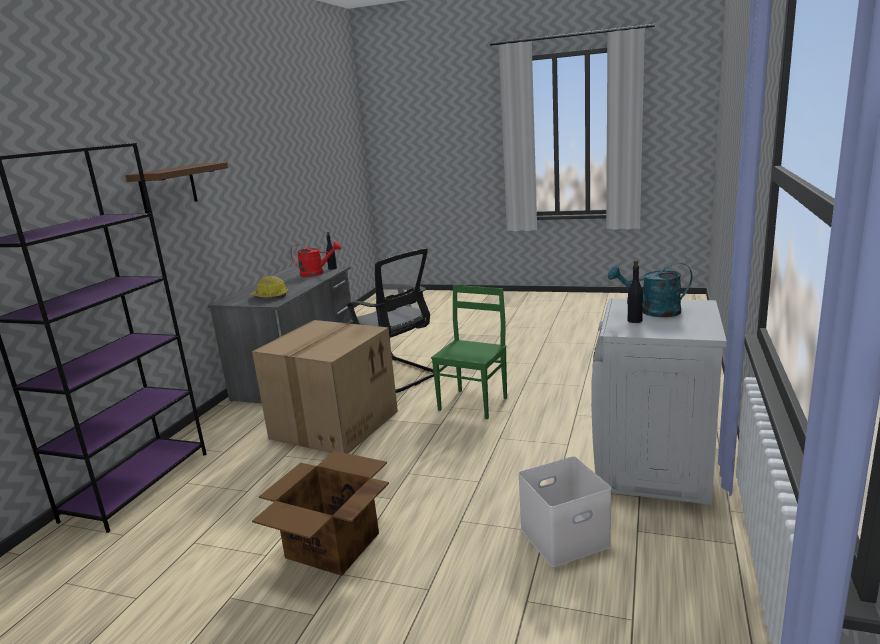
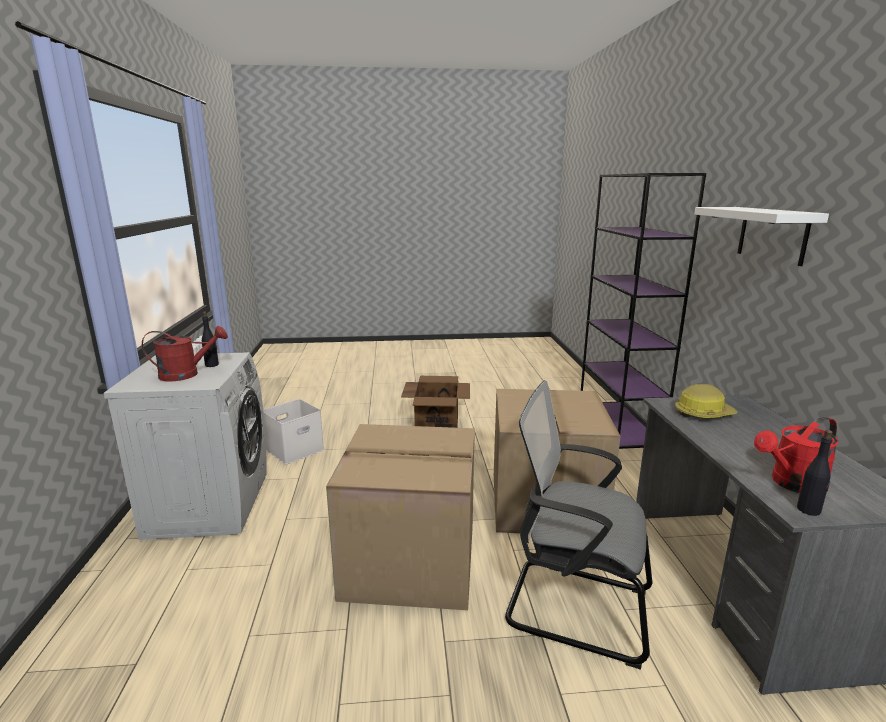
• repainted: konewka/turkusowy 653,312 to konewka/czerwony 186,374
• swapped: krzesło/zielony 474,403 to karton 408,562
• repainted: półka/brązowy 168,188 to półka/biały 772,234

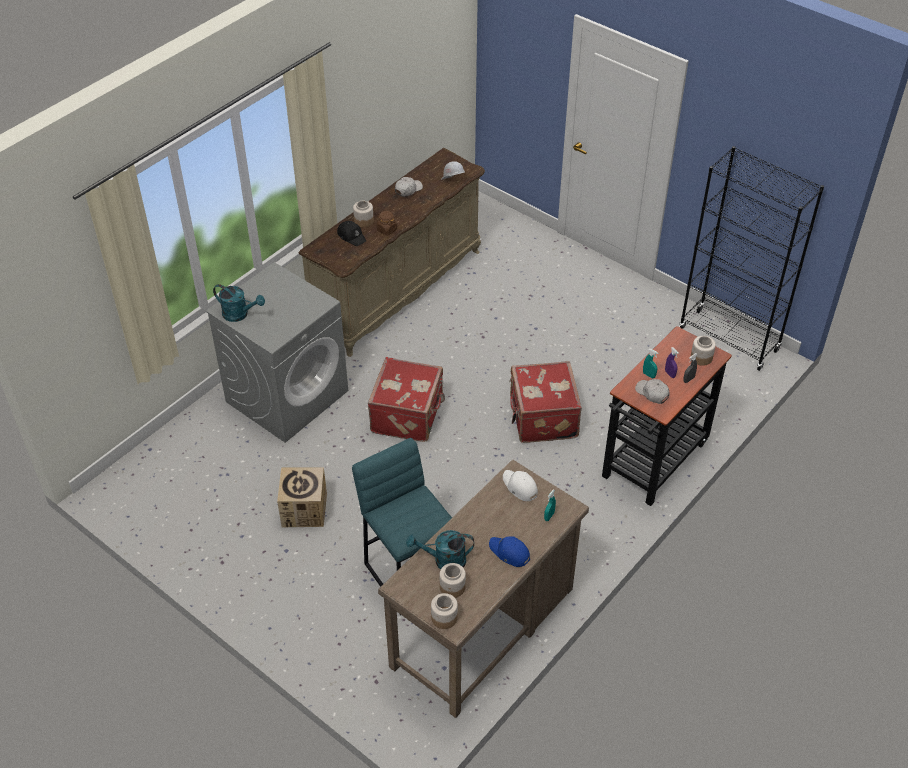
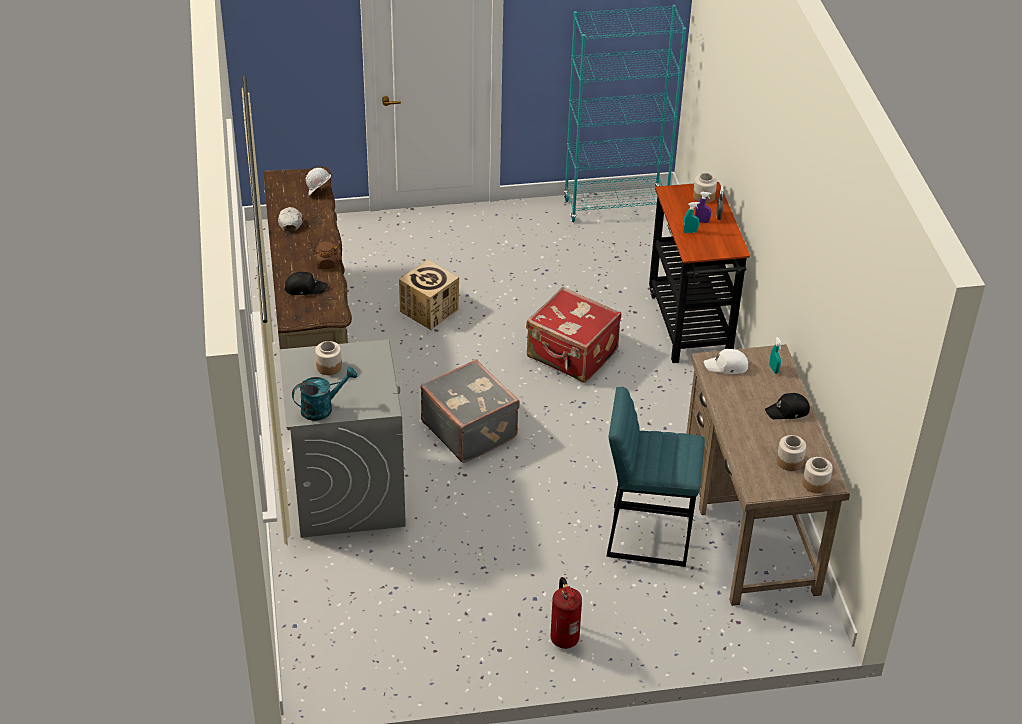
• shifted: słoik 363,221 to 329,366
• shifted: karton 304,510 to 429,310
• repainted: walizka/czerwony 408,415 to walizka/szary 470,429
• new: gaśnica 564,637
• repainted: regał/czarny 729,340 to regał/turkusowy 615,207
• repainted: czapka z daszkiem/niebieski 509,553 to czapka z daszkiem/czarny 788,411
• gone: konewka/turkusowy 444,561
• gone: czapka z daszkiem/biały 652,393

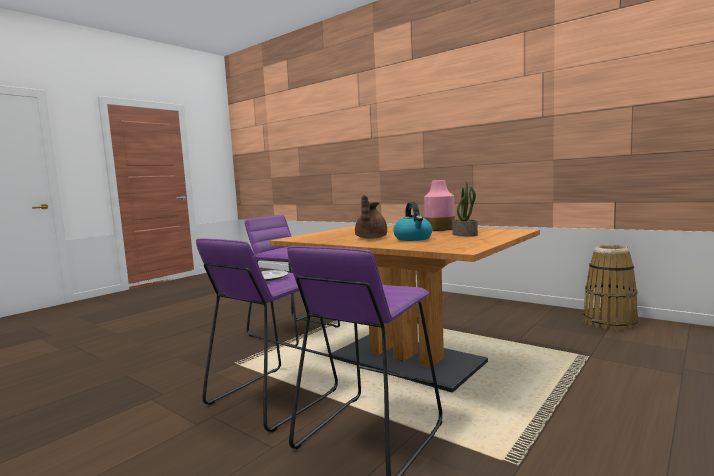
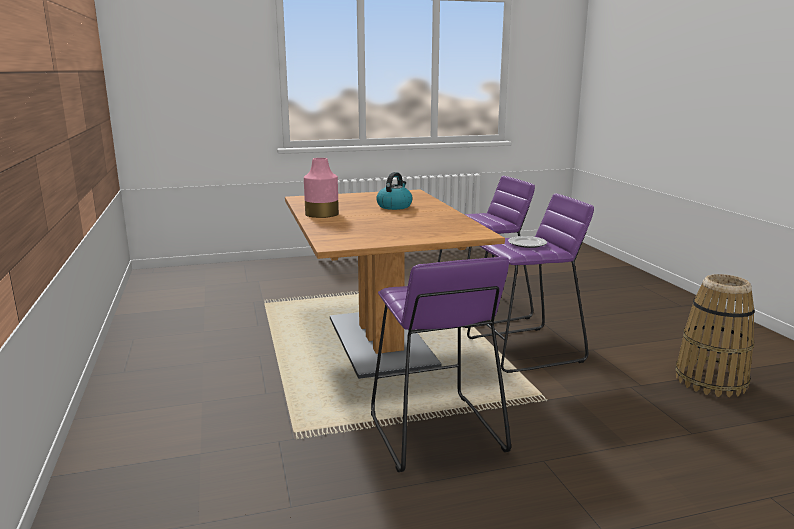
• shifted: koszyk 609,322 to 711,380
• gone: imbryk/brązowy 370,238
• gone: roślina doniczkowa 465,234

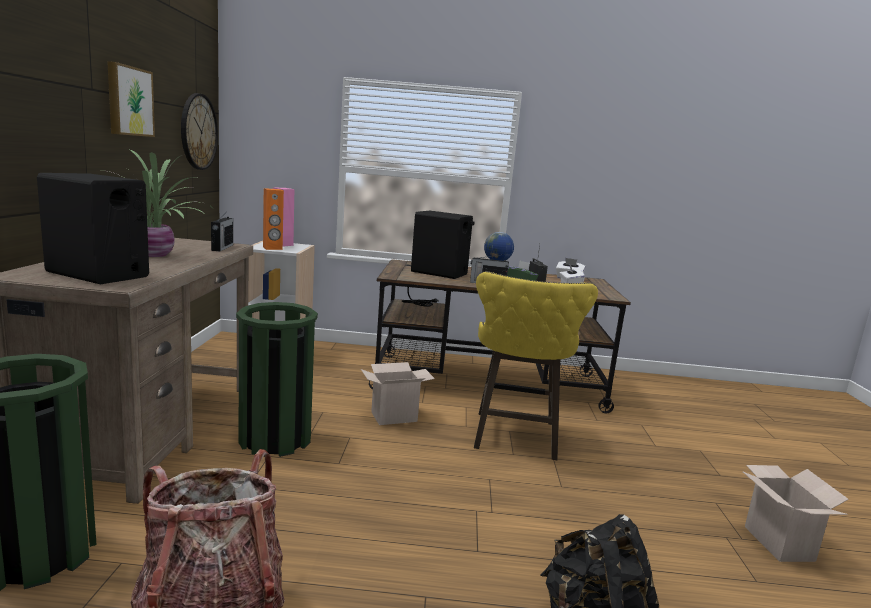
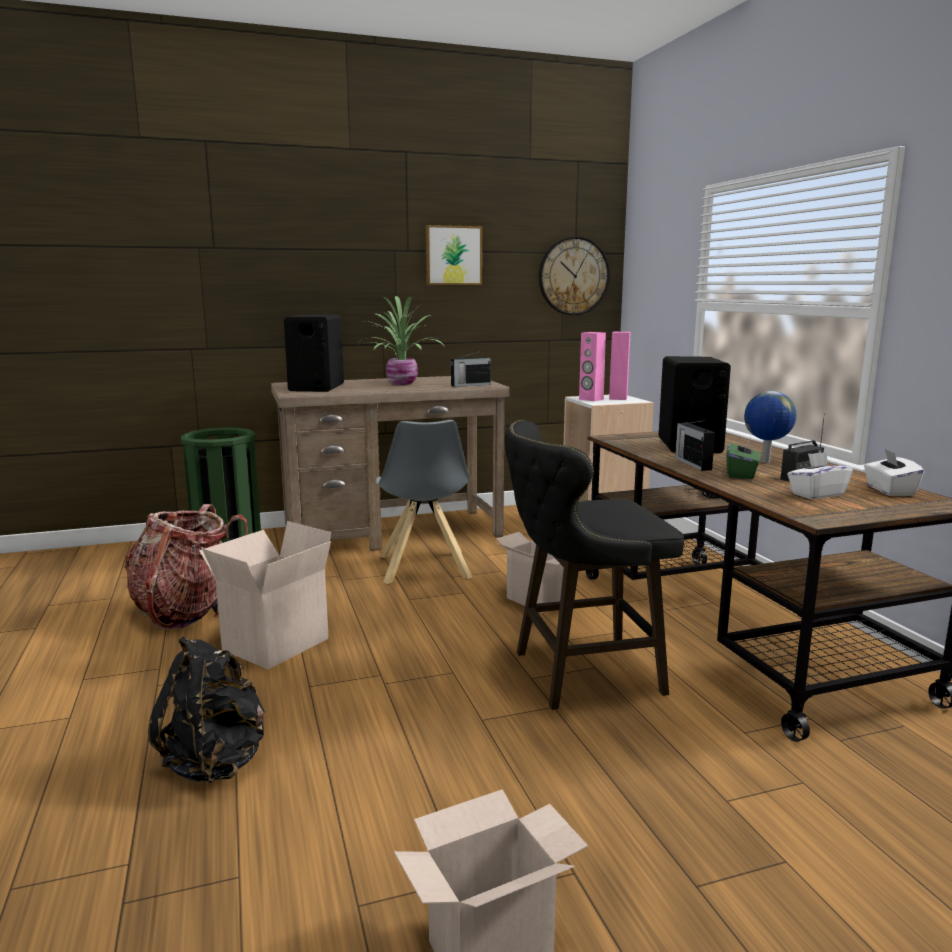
• new: karton 275,643
• swapped: kosz na śmieci/zielony 275,439 to krzesło/szary 424,568
• repainted: stołek/żółty 515,437 to stołek/czarny 580,673
• repainted: głośnik/pomarańczowy 272,248 to głośnik/różowy 591,399

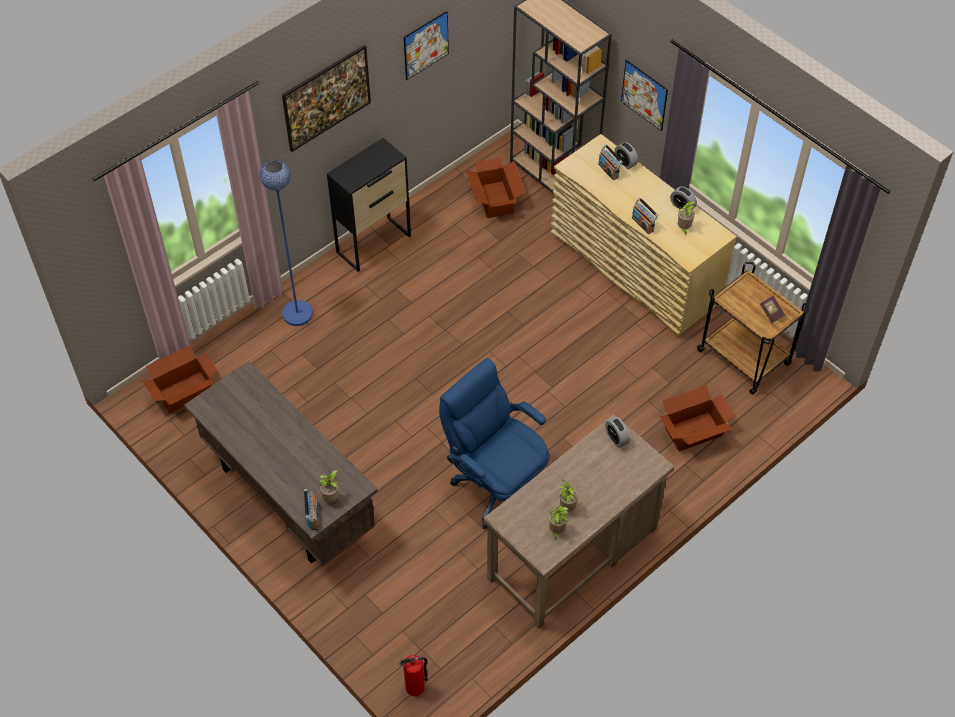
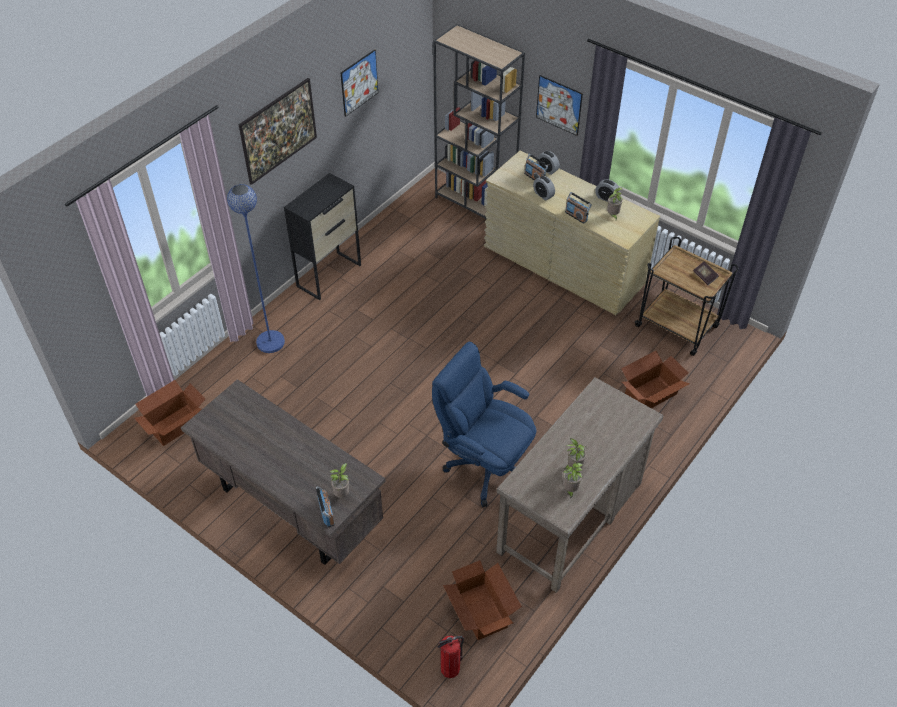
• shifted: karton 494,200 to 480,612
• shifted: budzik 616,438 to 543,195

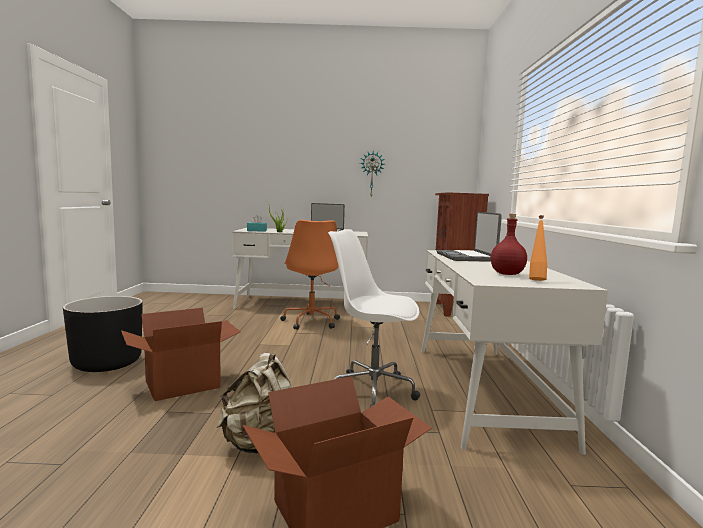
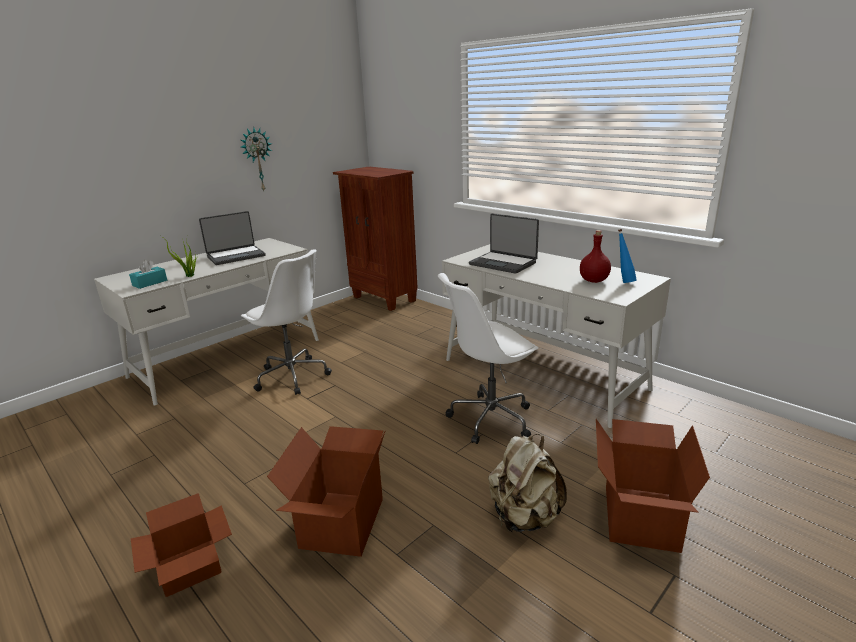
• swapped: donica/czarny 107,363 to karton 189,568
• repainted: krzesło biurowe/pomarańczowy 311,322 to krzesło biurowe/biały 294,377
• repainted: butelka/pomarańczowy 536,280 to butelka/niebieski 623,281

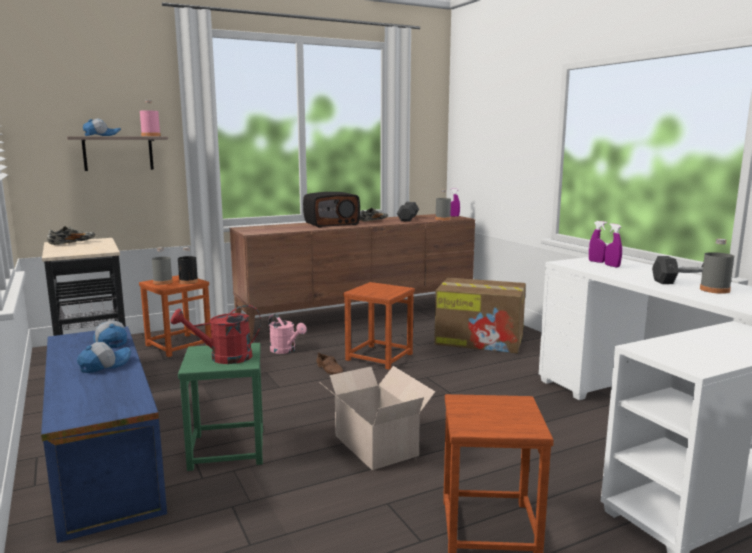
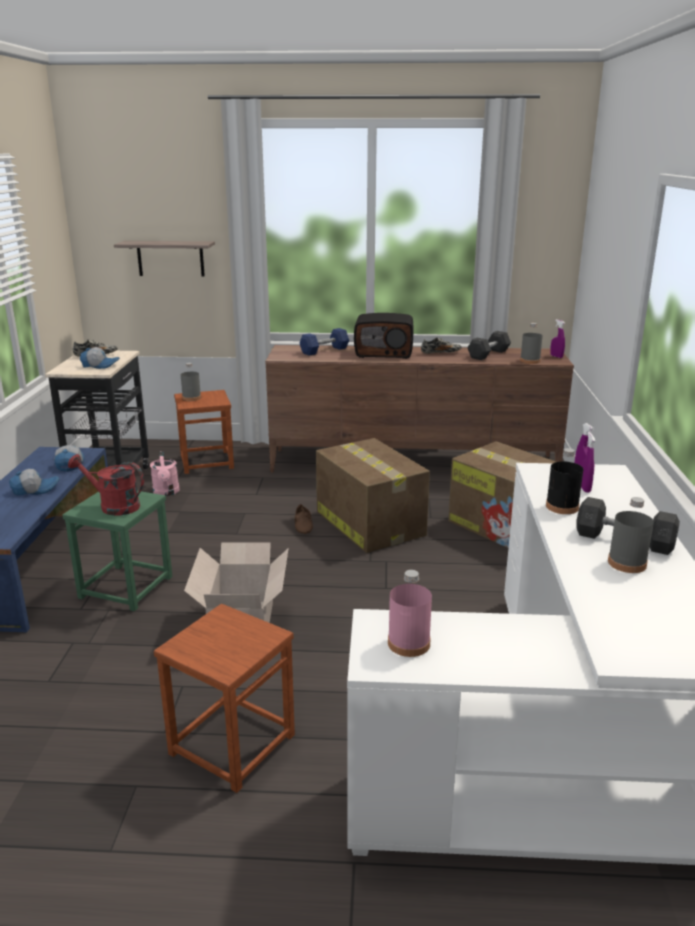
• shifted: czapka z daszkiem 102,136 to 100,365
• shifted: konewka/różowy 286,350 to 166,492
• new: hantel/niebieski 324,350
• swapped: stołek/brązowy 378,357 to karton 369,522
• shifted: butelka/różowy 151,136 to 408,643
• shifted: butelka/czarny 188,282 to 562,507

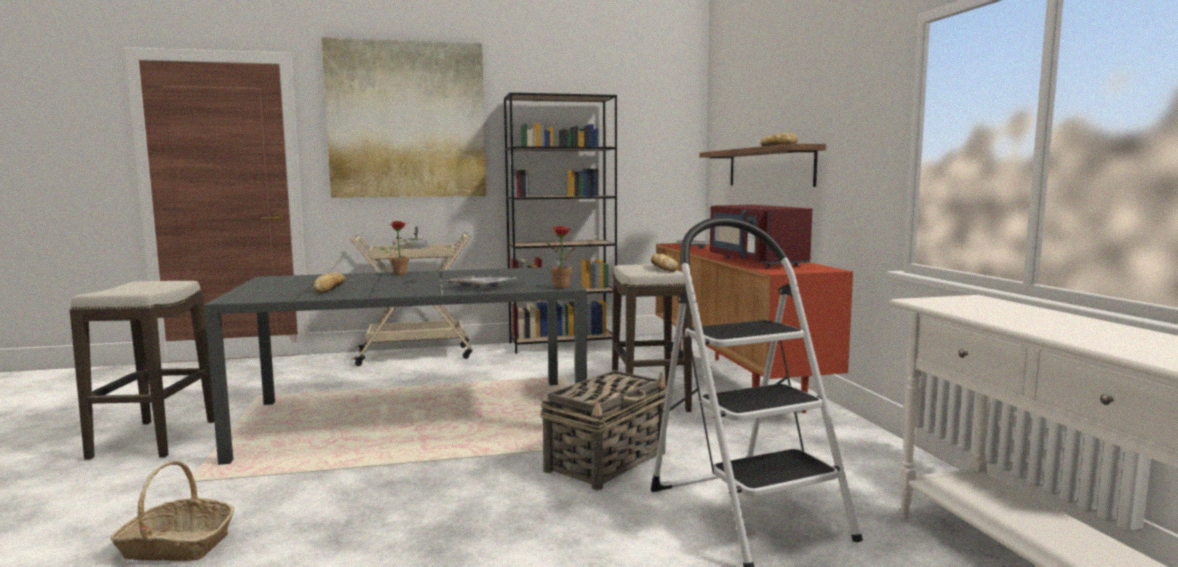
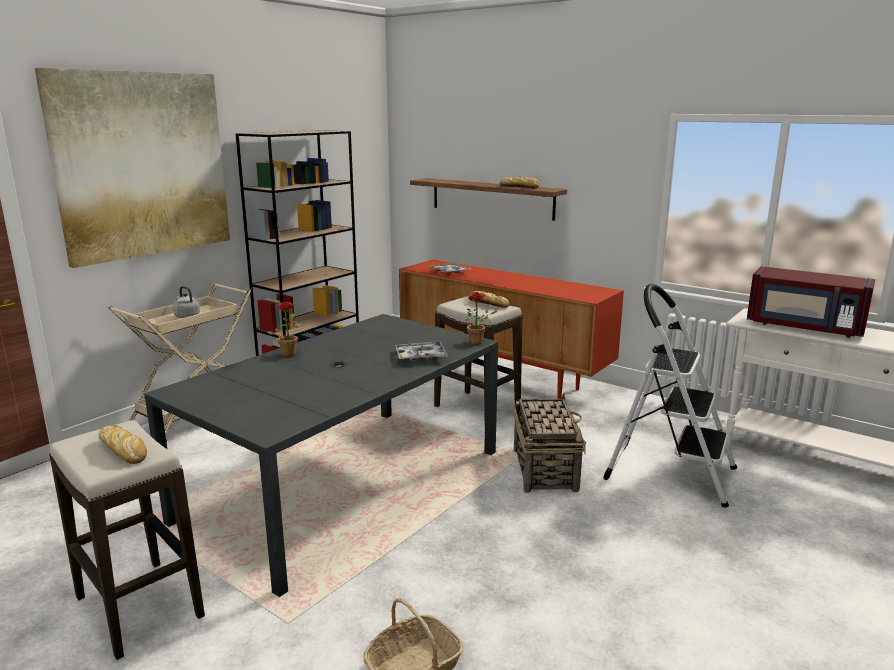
• shifted: chleb 330,289 to 124,450
• shifted: mikrofalówka/czerwony 755,261 to 804,327

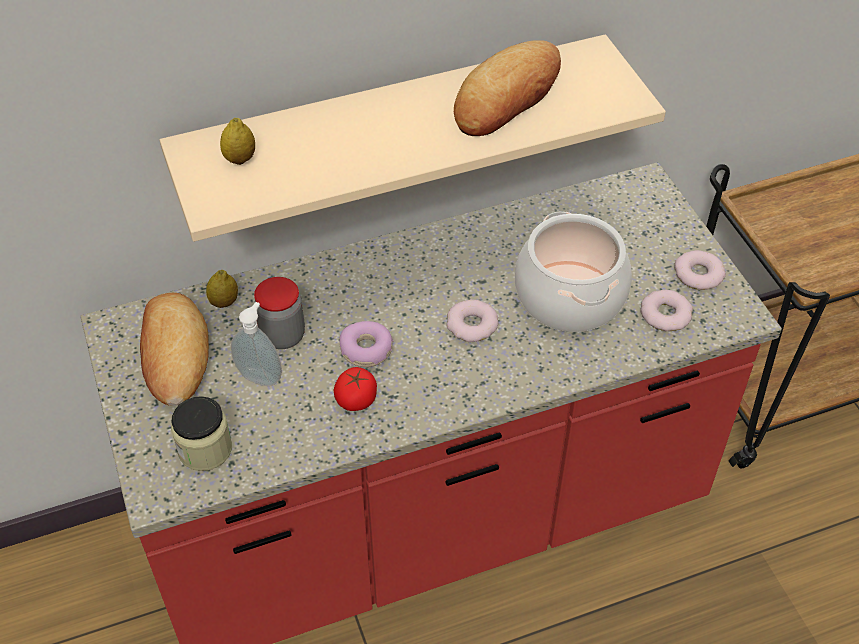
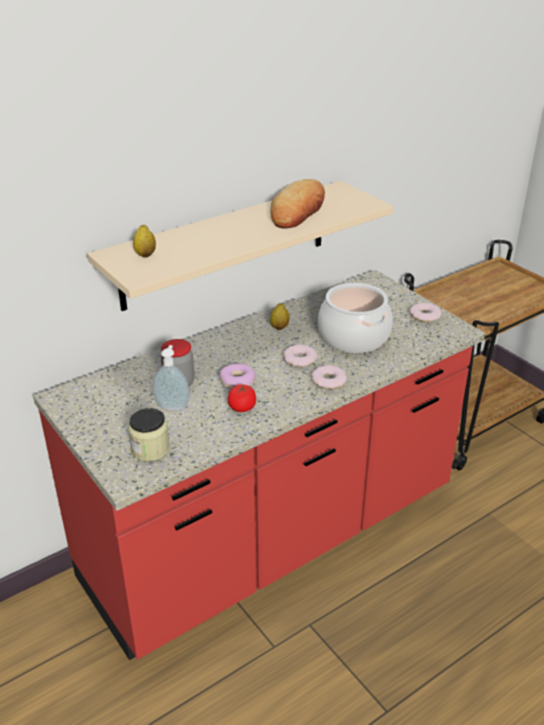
• shifted: cytryna 224,302 to 279,327
• shifted: donut 665,314 to 328,380
• gone: chleb 174,354

